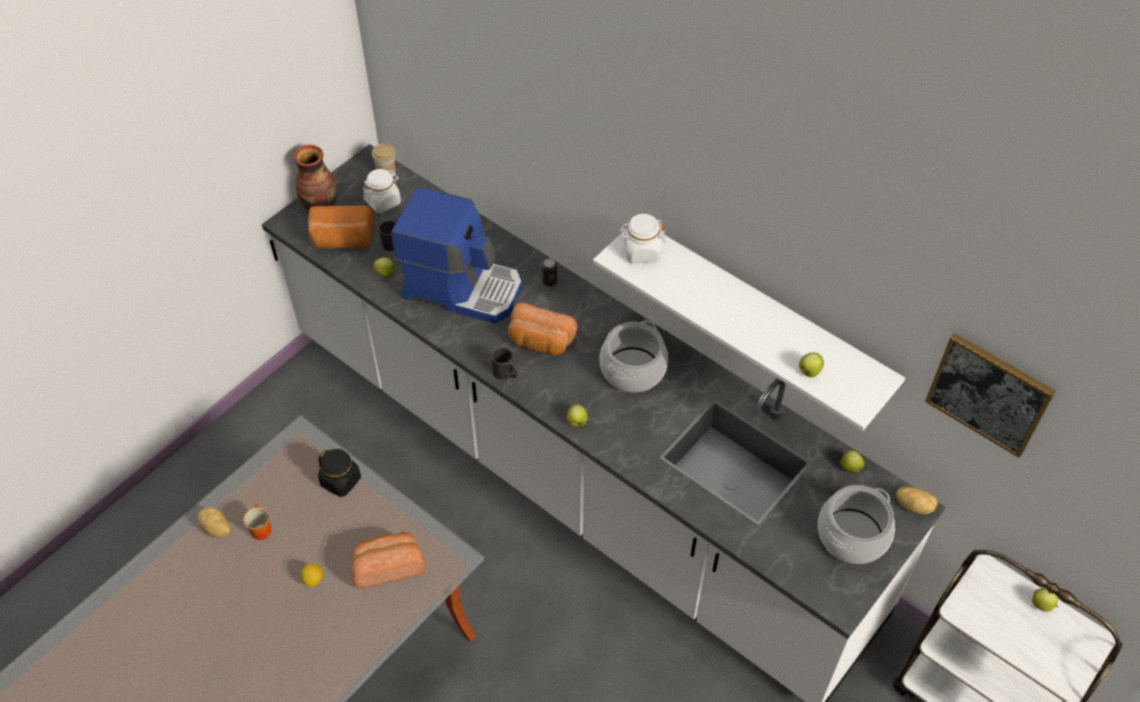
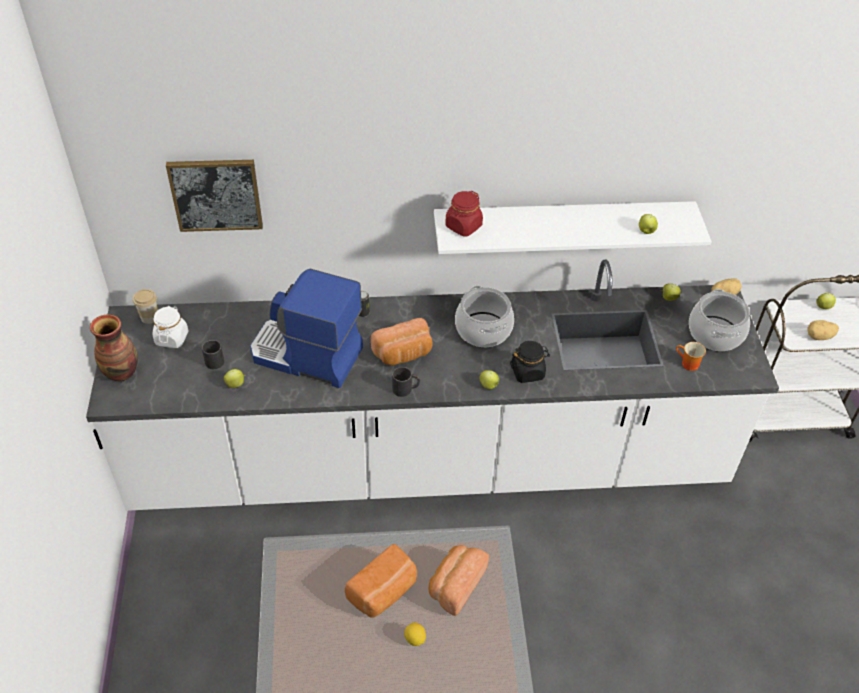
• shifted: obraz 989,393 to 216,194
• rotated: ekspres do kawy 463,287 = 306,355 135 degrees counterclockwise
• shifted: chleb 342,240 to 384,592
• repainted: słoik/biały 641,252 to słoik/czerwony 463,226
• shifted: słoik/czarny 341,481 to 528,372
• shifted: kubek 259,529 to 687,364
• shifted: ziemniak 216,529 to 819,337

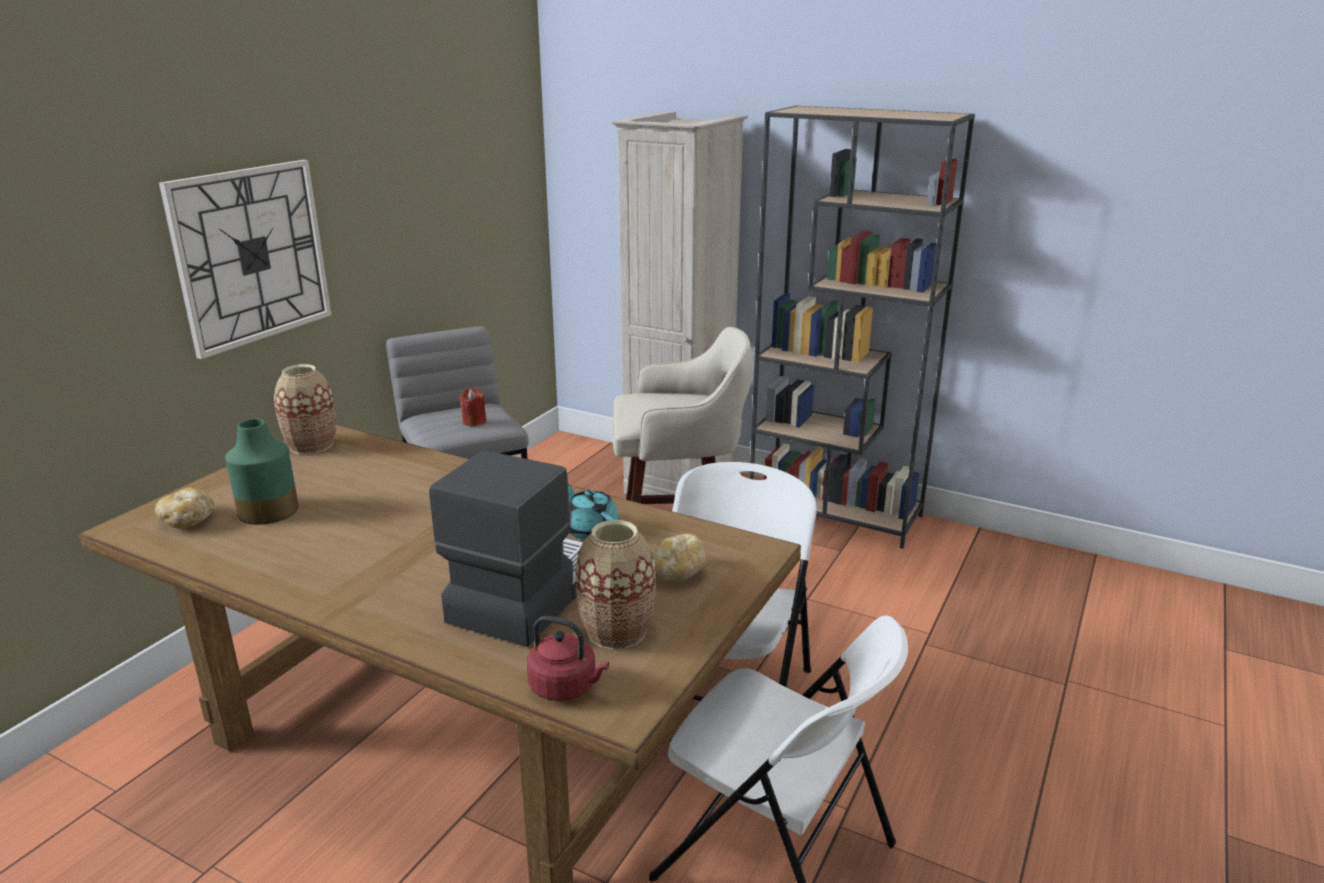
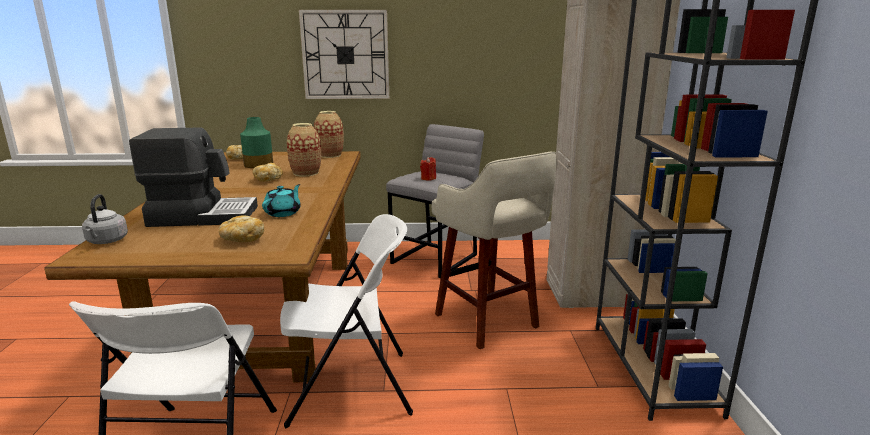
• repainted: czajnik/czerwony 566,687 to czajnik/szary 106,241
• new: chleb 268,180
• shifted: wazon 617,632 to 306,173

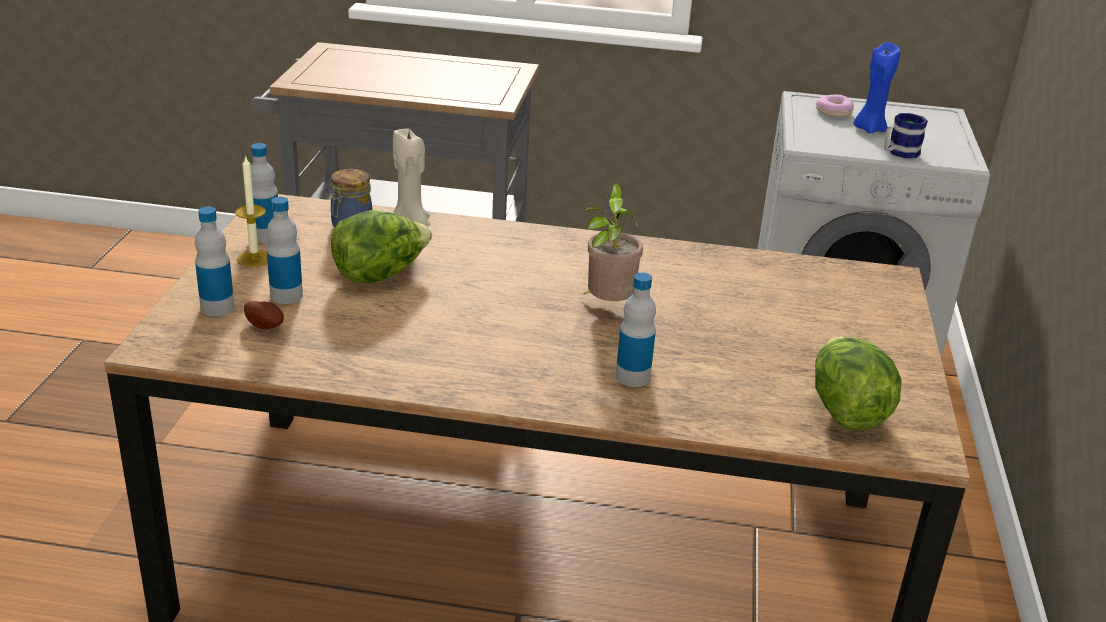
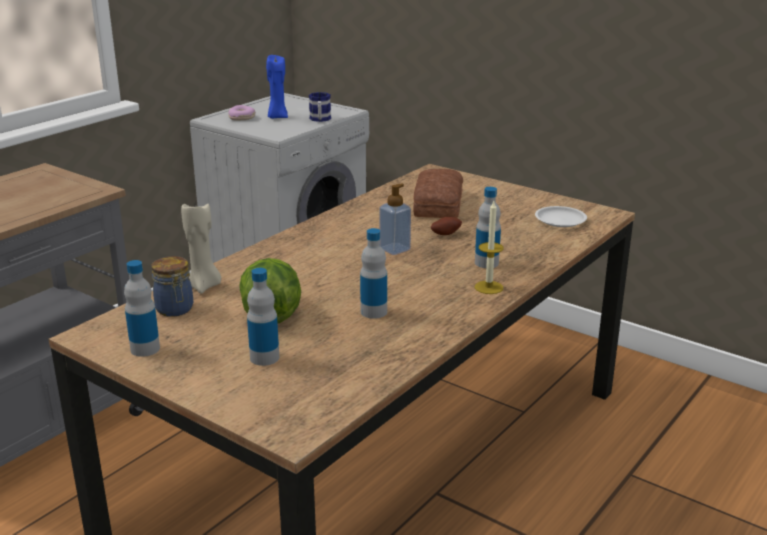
• shifted: butelka 217,307 to 373,312
• swapped: roślina doniczkowa 607,306 to dozownik mydła 395,249
• new: chleb 439,204
• shifted: ziemniak 265,326 to 445,234
• shifted: świeca 254,259 to 488,287
• swapped: sałata 846,410 to talerz/biały 560,220

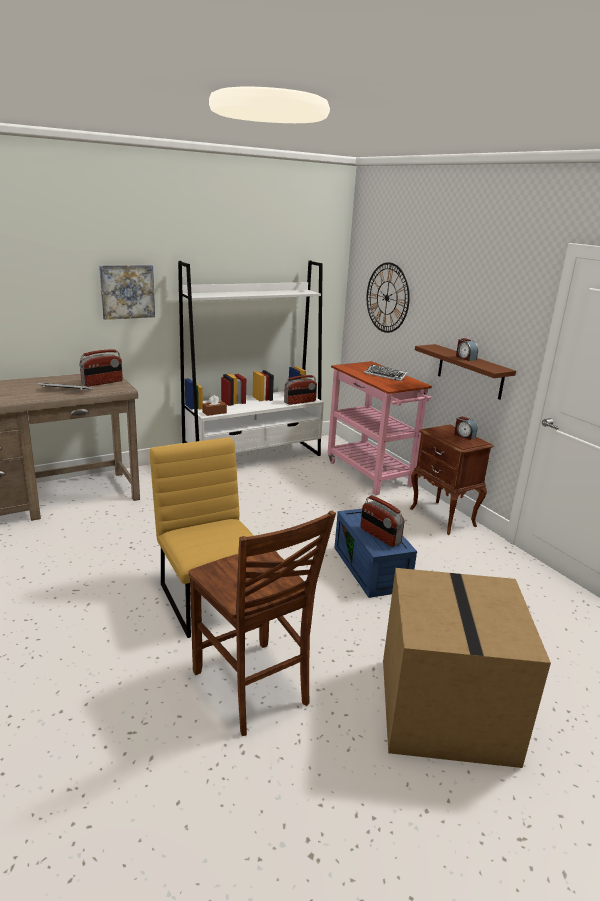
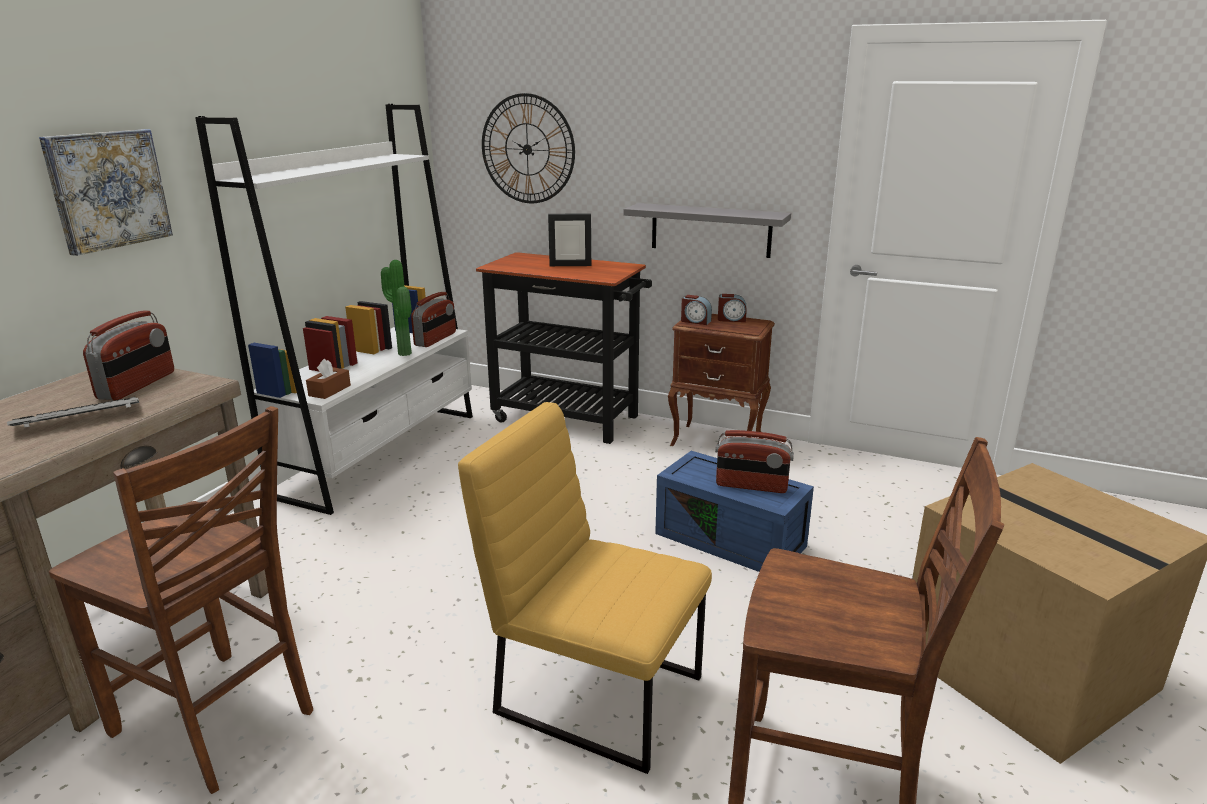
• new: krzesło/brązowy 217,723
• new: roślina doniczkowa 402,354
• repainted: wózek/różowy 370,474 to wózek/czarny 568,419
• swapped: klawiatura 385,375 to ramka na zdjęcie 570,265
• repainted: półka/brązowy 470,371 to półka/szary 710,230
• shifted: budzik 465,358 to 695,321

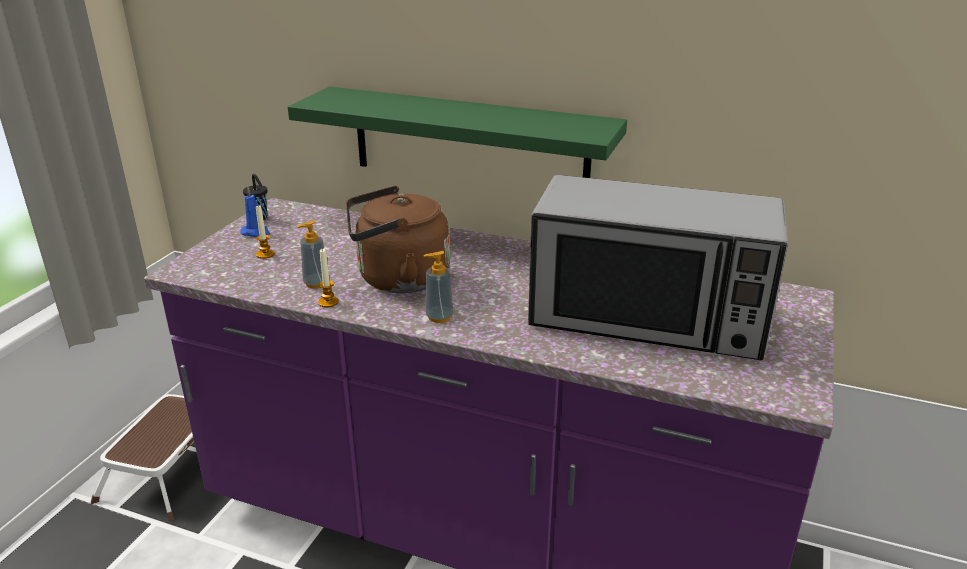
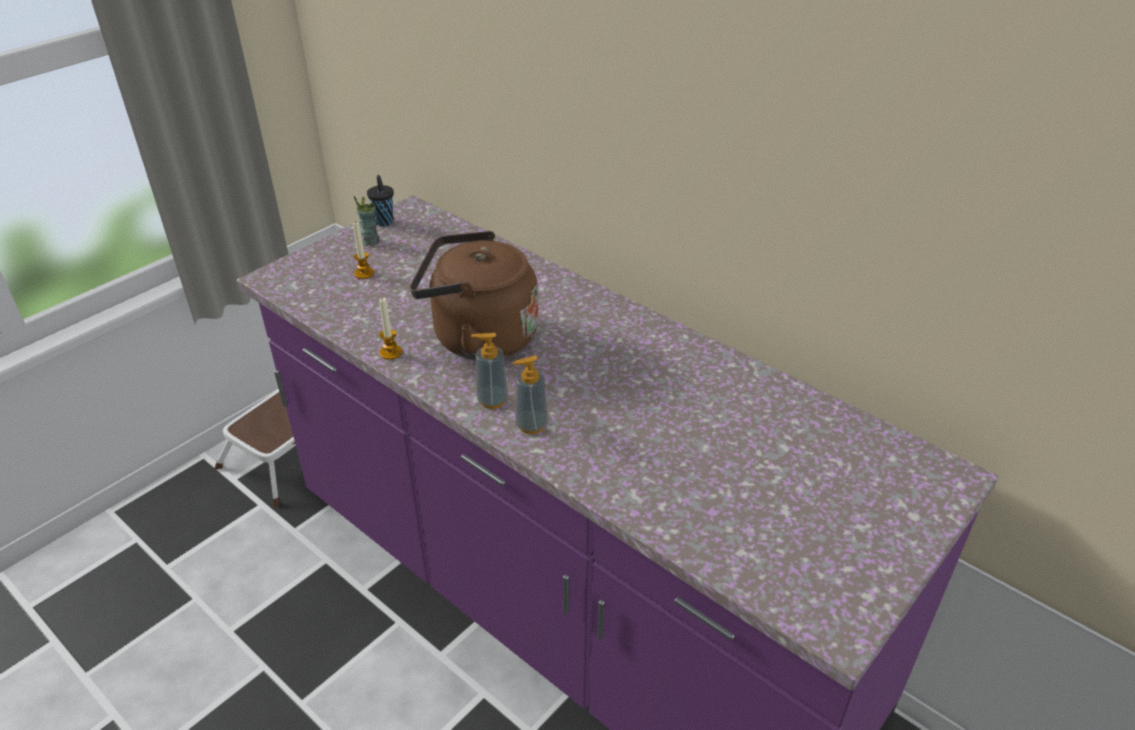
• swapped: świeca/niebieski 256,232 to filiżanka 371,241
• shifted: dozownik mydła 316,283 to 531,425
• gone: półka/zielony 469,142
• gone: mikrofalówka 648,318

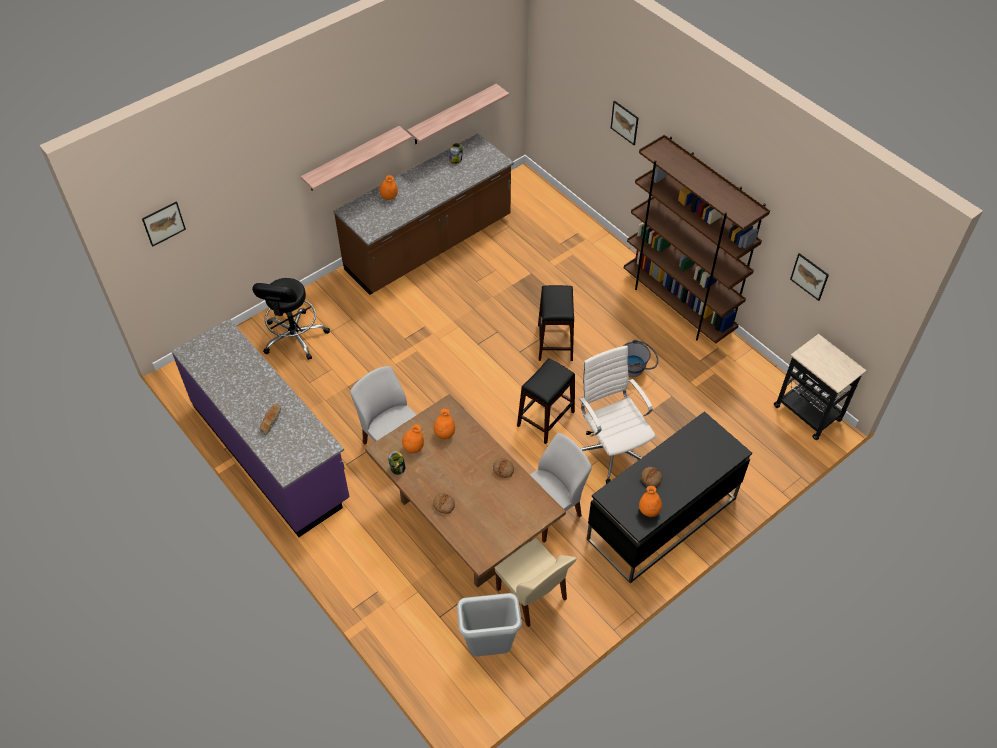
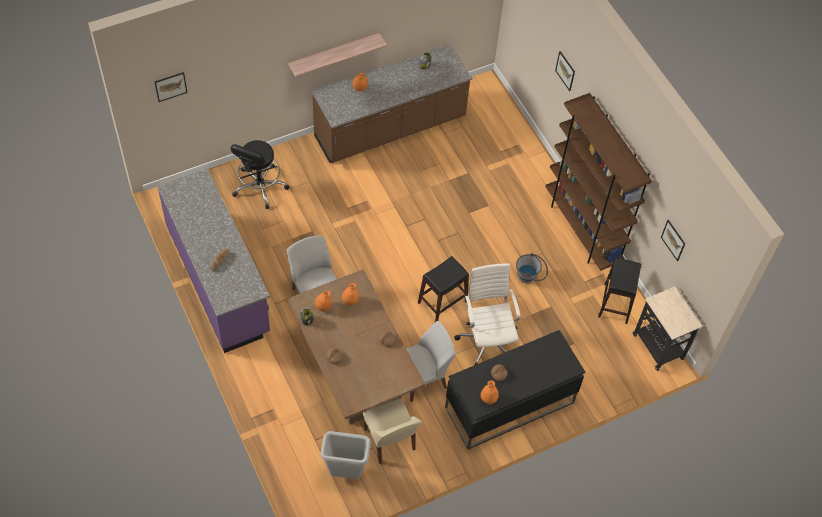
• shifted: stołek/czarny 555,342 to 616,303
• gone: półka 452,115

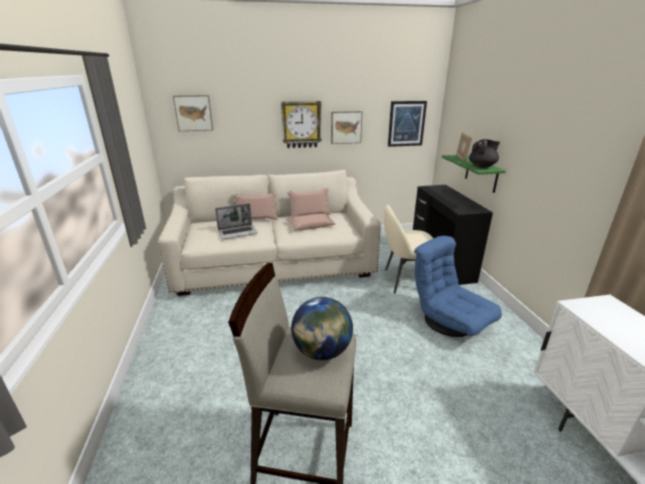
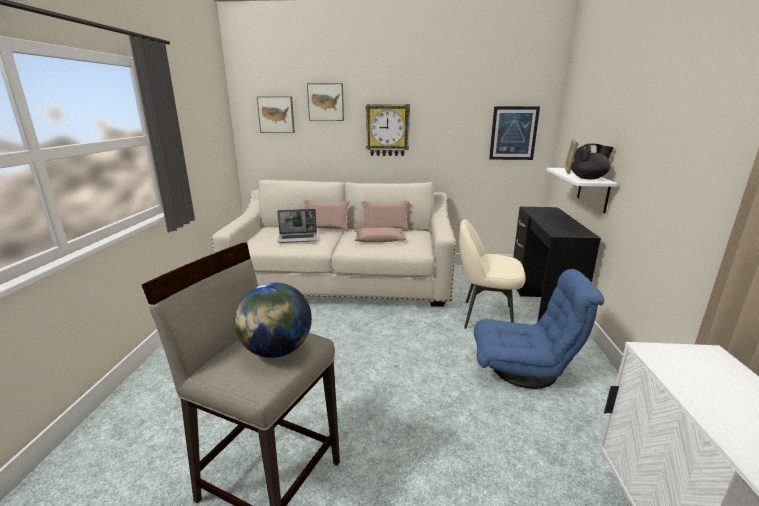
• shifted: obraz 346,127 to 326,102
• rotated: fotel/niebieski 450,321 = 522,370 120 degrees clockwise
• repainted: półka/zielony 481,173 to półka/biały 593,190

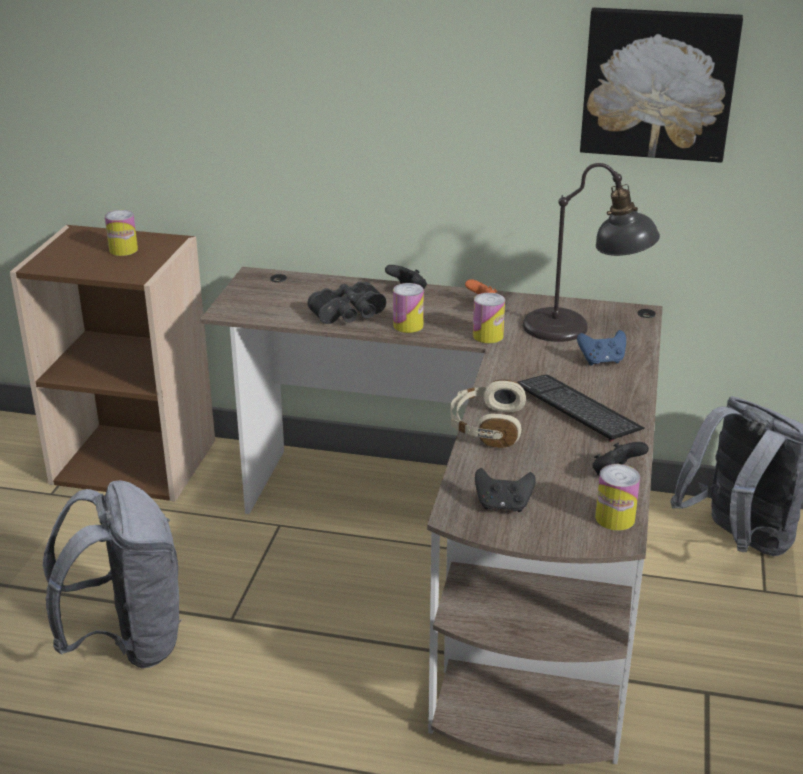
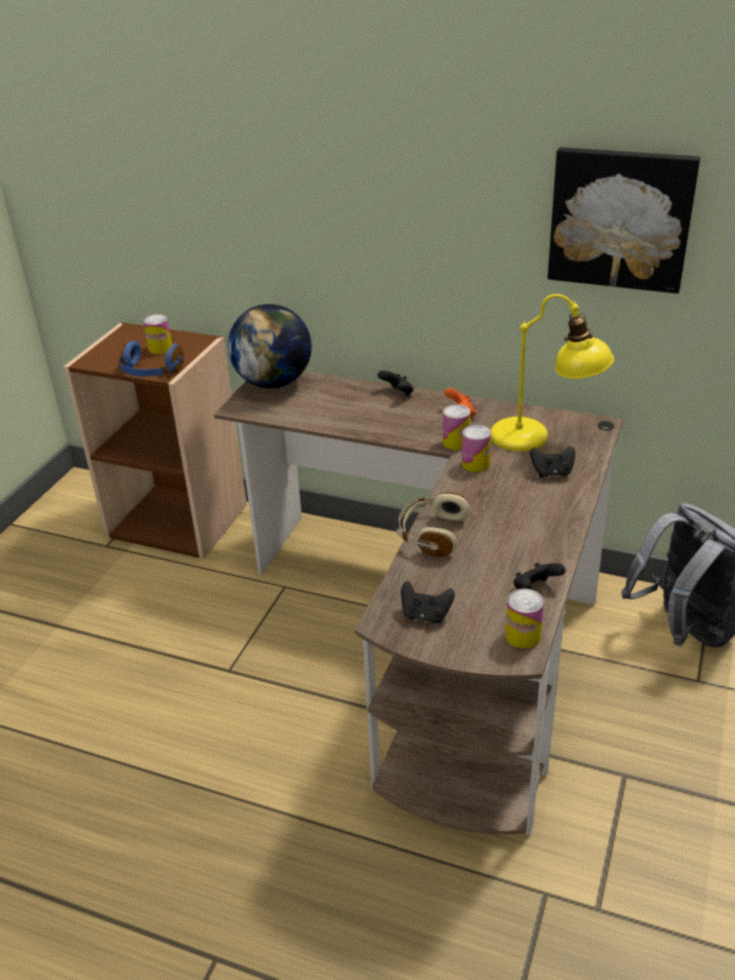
• new: słuchawki/niebieski 150,372
• new: globus 273,382
• shifted: puszka 408,325 to 475,464
• repainted: lampa stołowa/szary 584,325 to lampa stołowa/żółty 545,436
• repainted: pad do gier/niebieski 602,361 to pad do gier/czarny 552,473
• gone: plecak/szary 128,641
• gone: lornetka/czarny 350,315
• gone: klawiatura 577,409

